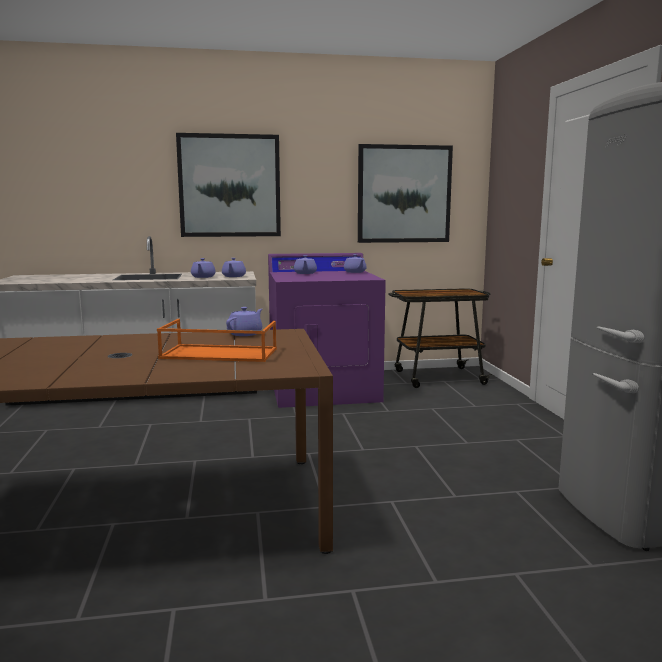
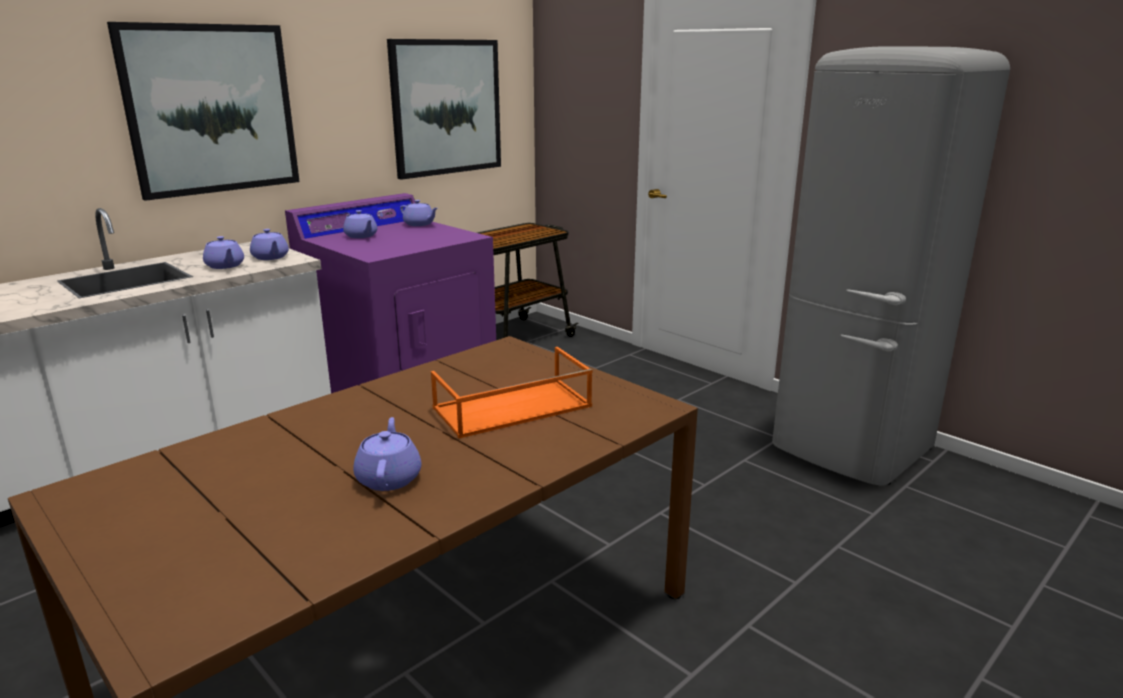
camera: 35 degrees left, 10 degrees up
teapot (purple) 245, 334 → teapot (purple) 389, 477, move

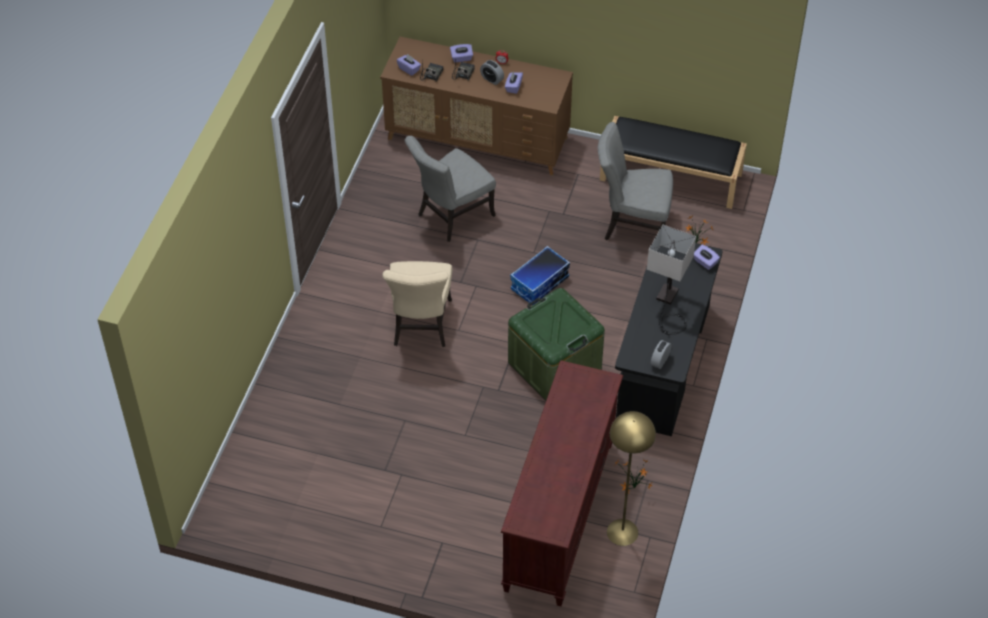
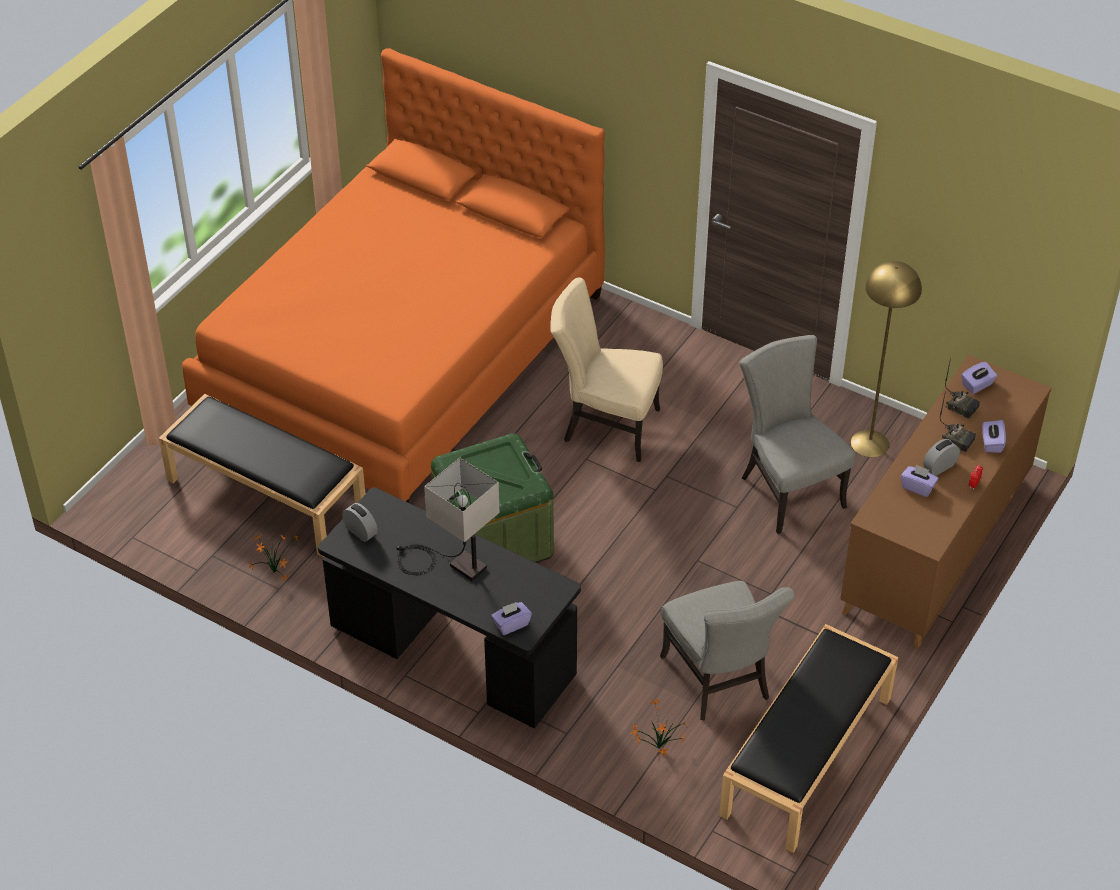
camera: 105 degrees right, 5 degrees down
dresser (red) 560, 516 → bench (black) 267, 495
storage box 540, 284 → -
chair (grey) 631, 224 → chair (grey) 719, 682, 135 degrees clockwise
floor lamp (yellow) 622, 532 → floor lamp (yellow) 869, 443, move
- → bed (orange) 403, 353

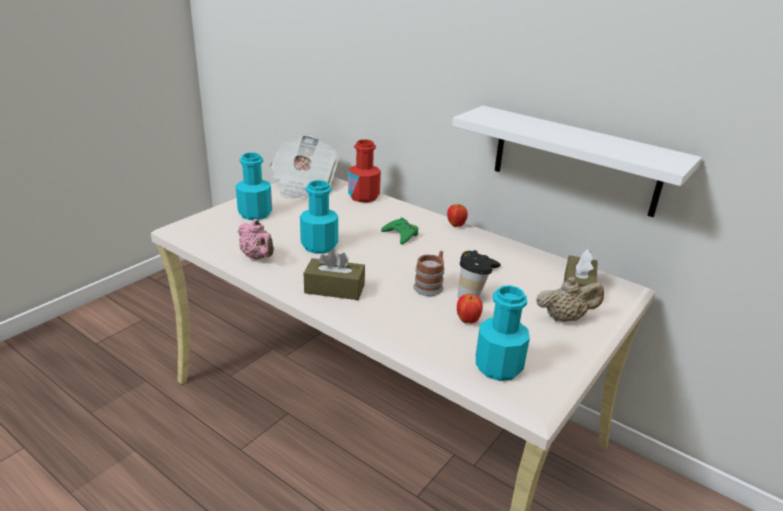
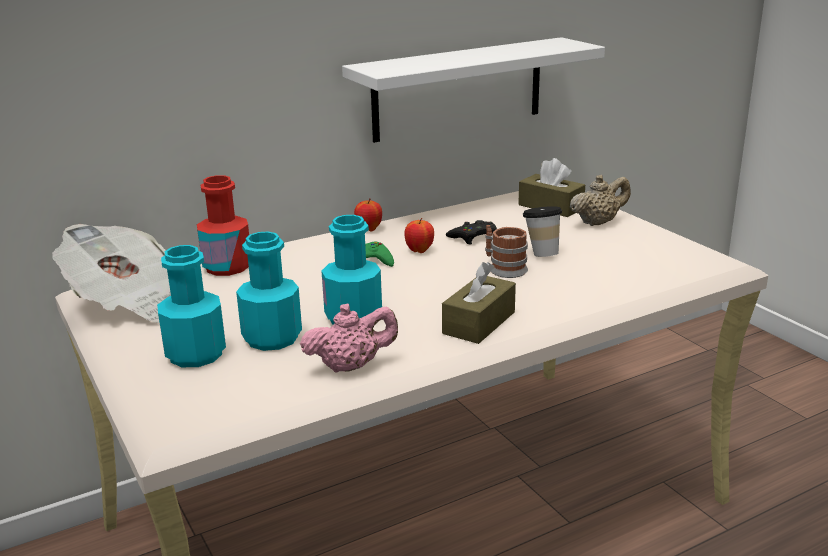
camera: 65 degrees left, 5 degrees down
apple 467, 320 → apple 419, 251, move
bottle (turquoise) 498, 367 → bottle (turquoise) 272, 338, move
teapot (beige) 565, 318 → teapot (beige) 598, 222, 45 degrees clockwise

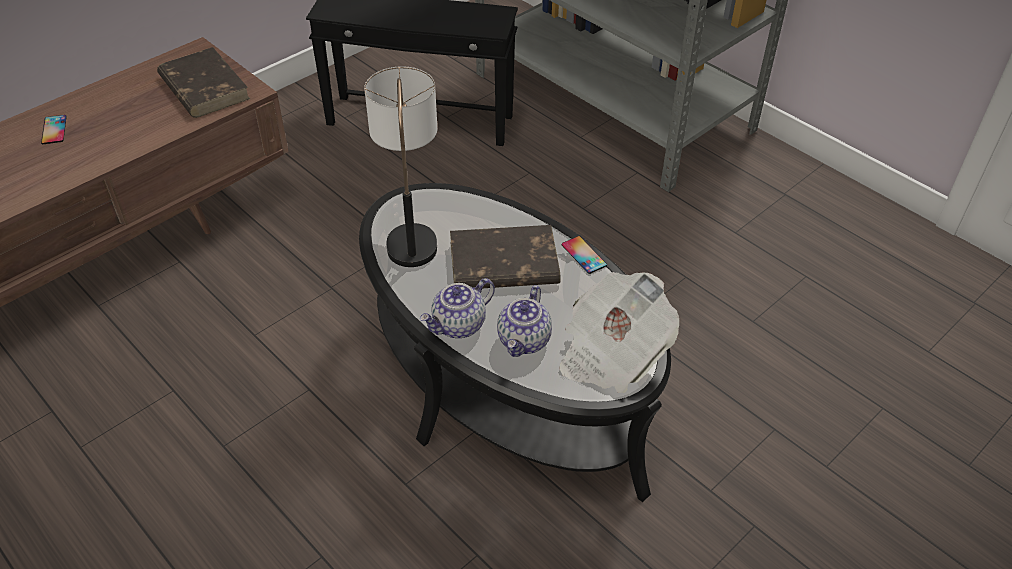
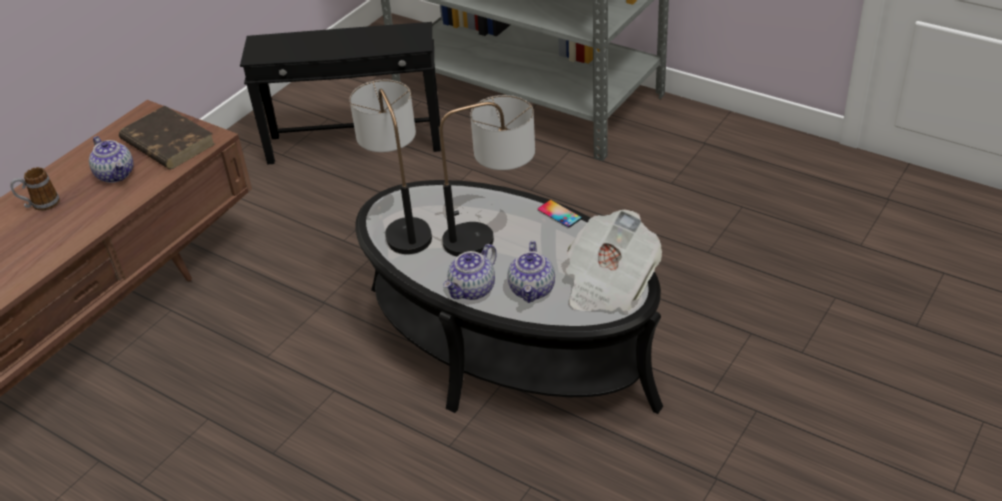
camera: 10 degrees left, 5 degrees down
phone 54, 130 → mug 40, 205
book (brown) 502, 264 → table lamp 492, 235
- → teapot 116, 174

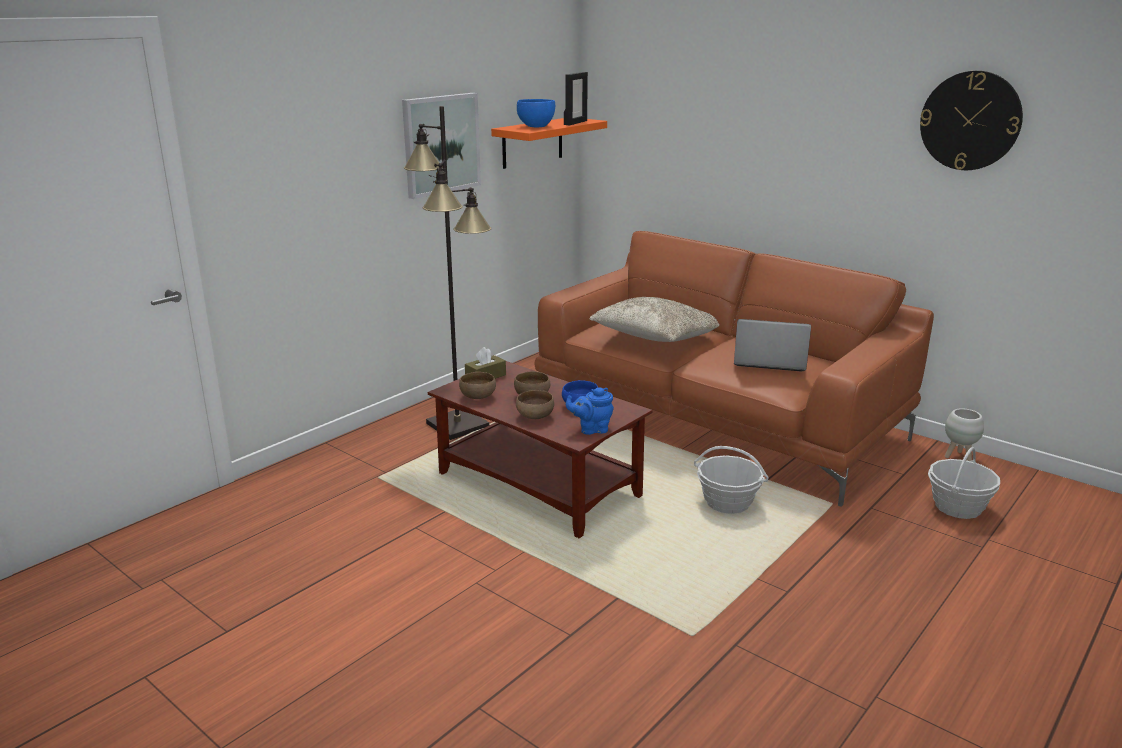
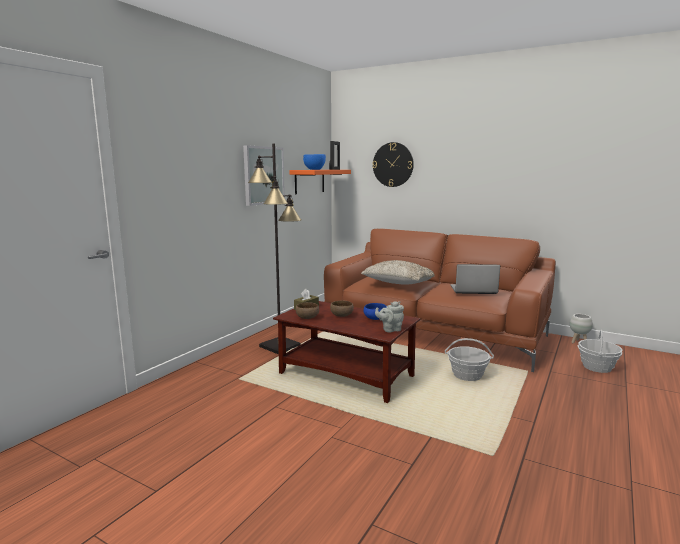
camera: 10 degrees left, 10 degrees down
bowl (brown) 534, 417 → -
teapot (blue) 591, 429 → teapot (grey) 390, 329
wall clock 970, 121 → wall clock 393, 164, move

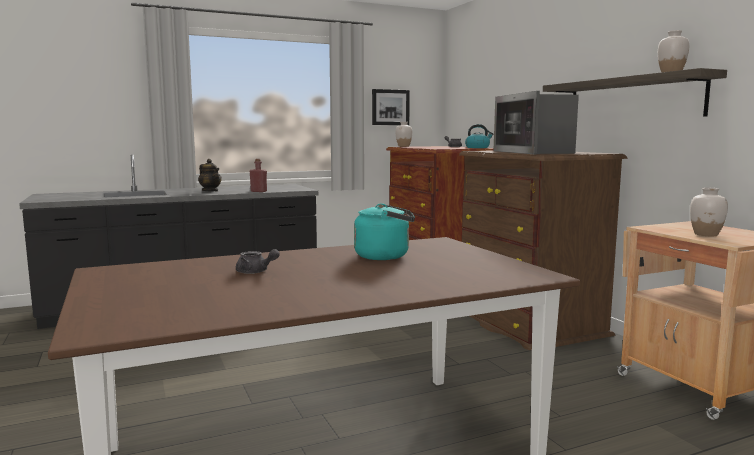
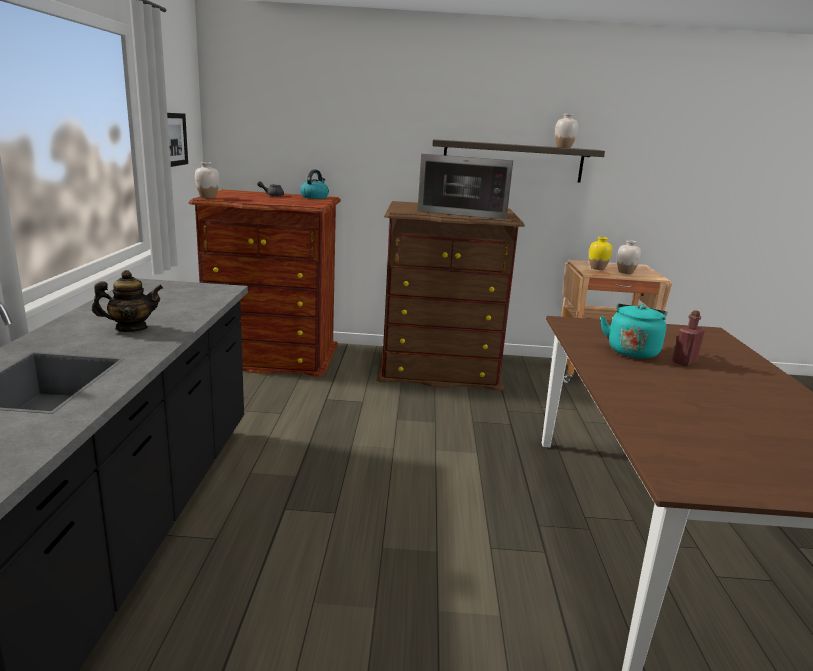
camera: 65 degrees left, 10 degrees up
teapot (grey) 255, 272 → -
bottle (red) 258, 191 → bottle (red) 684, 362, move
- → vase (yellow) 597, 268

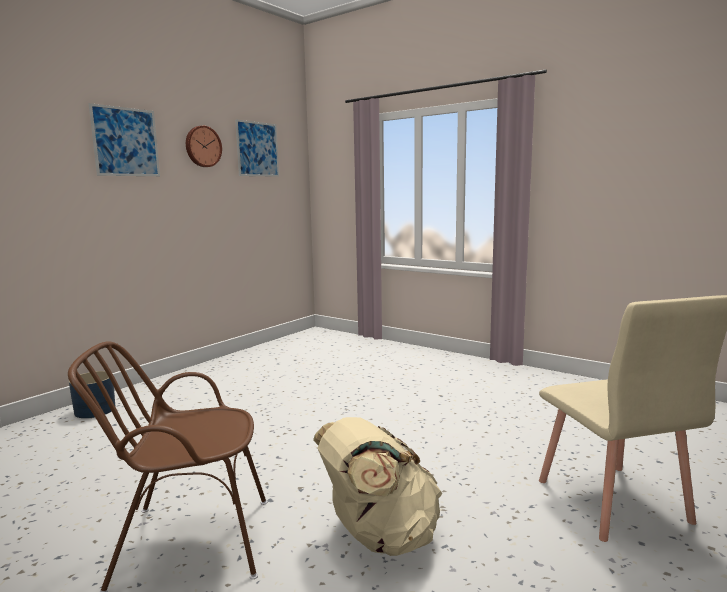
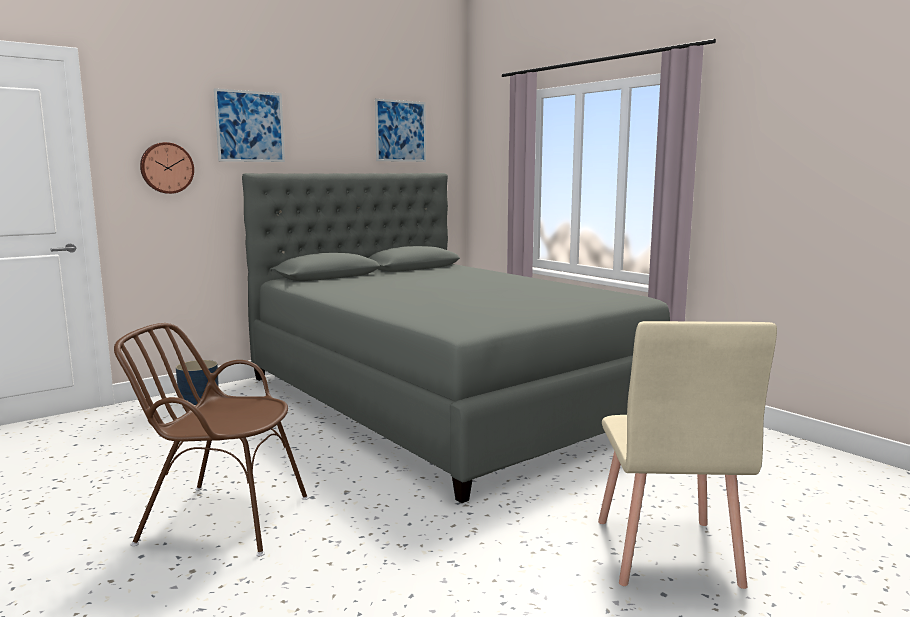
camera: 15 degrees right, 0 degrees up
wall clock 202, 146 → wall clock 166, 168, move
backpack (beige) 379, 537 → -
- → bed (grey) 447, 398

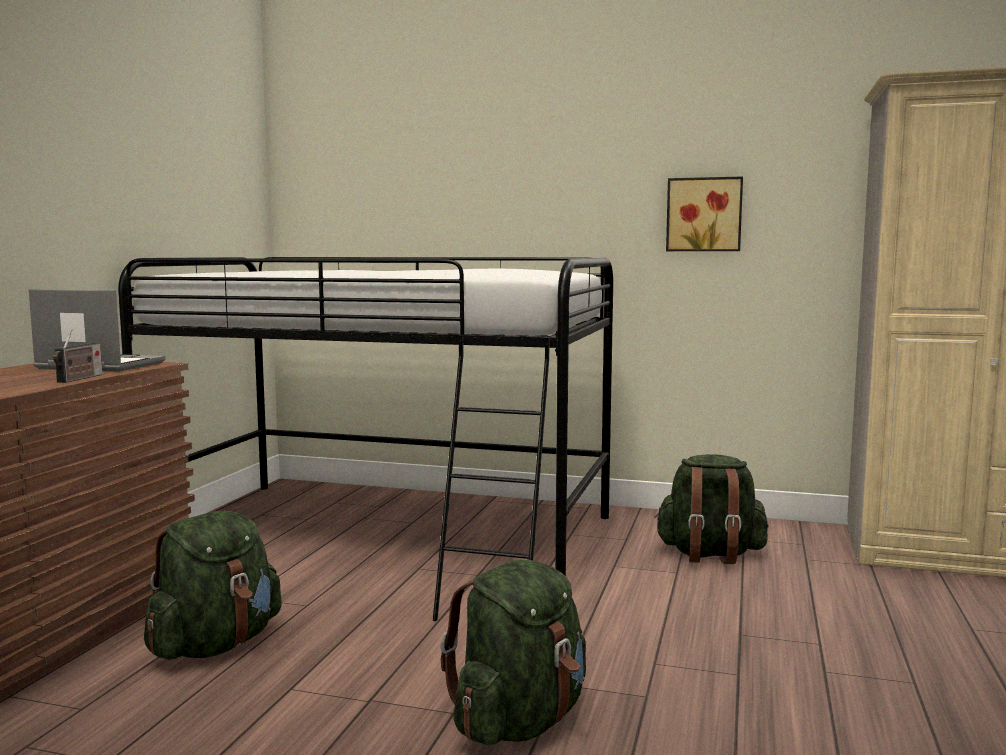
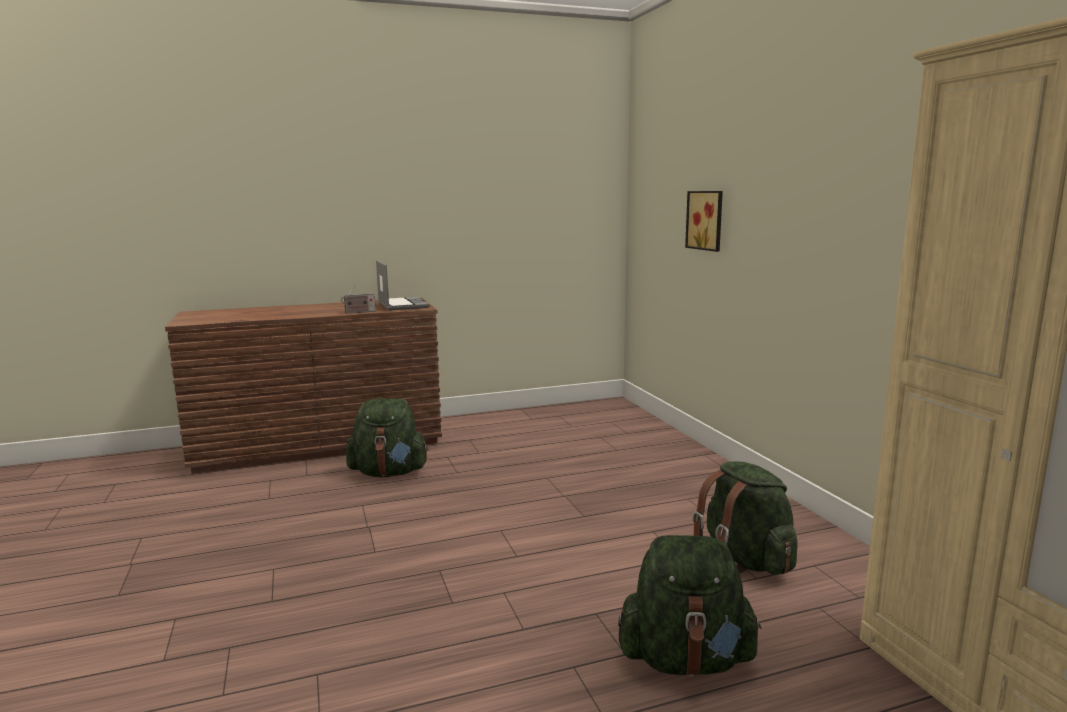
camera: 55 degrees right, 5 degrees up
bed (black) 388, 534 → -
backpack (green) 519, 721 → backpack (green) 686, 660, move
picture 704, 214 → picture 706, 220, move

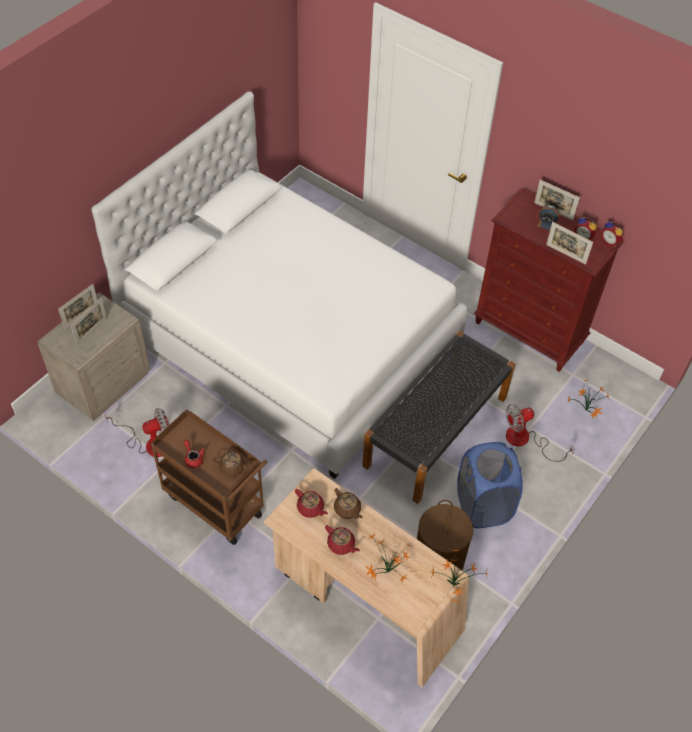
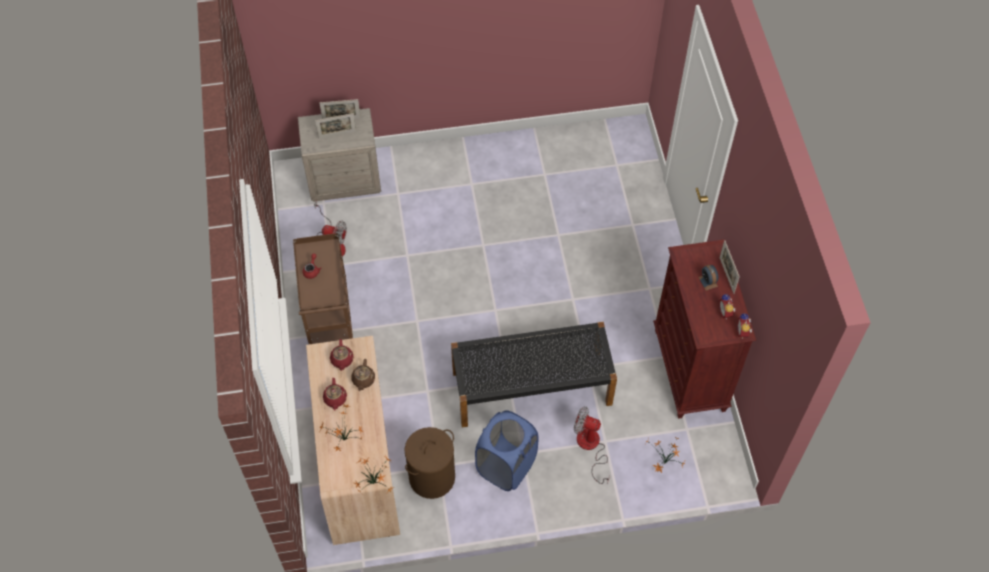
camera: 45 degrees right, 5 degrees up
bed (white) 291, 338 → -
teapot (brown) 233, 468 → -
picture frame 565, 254 → -

